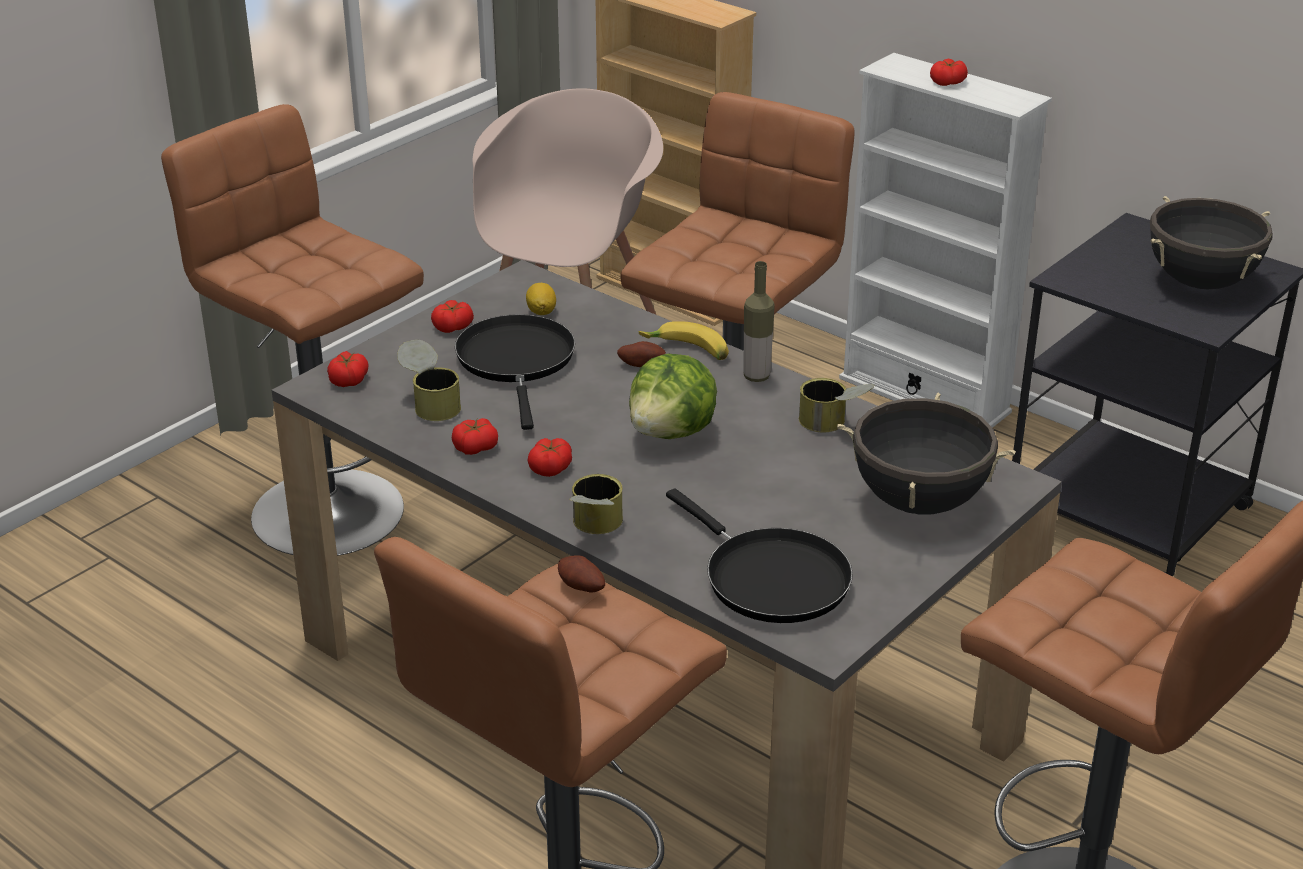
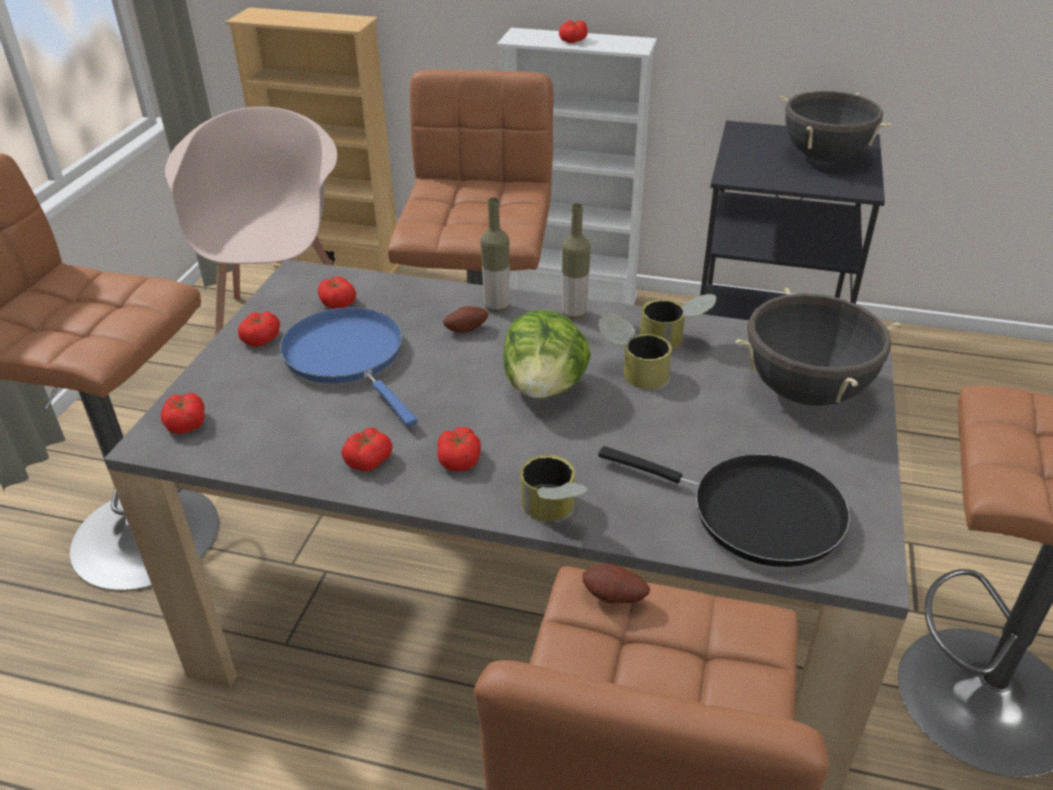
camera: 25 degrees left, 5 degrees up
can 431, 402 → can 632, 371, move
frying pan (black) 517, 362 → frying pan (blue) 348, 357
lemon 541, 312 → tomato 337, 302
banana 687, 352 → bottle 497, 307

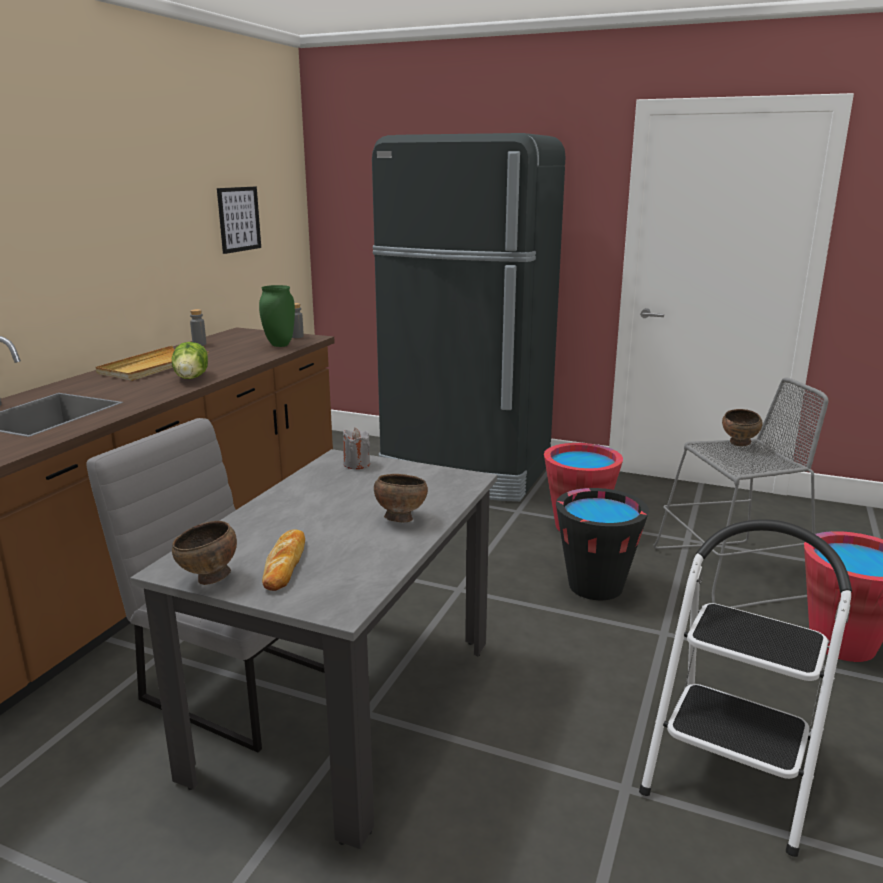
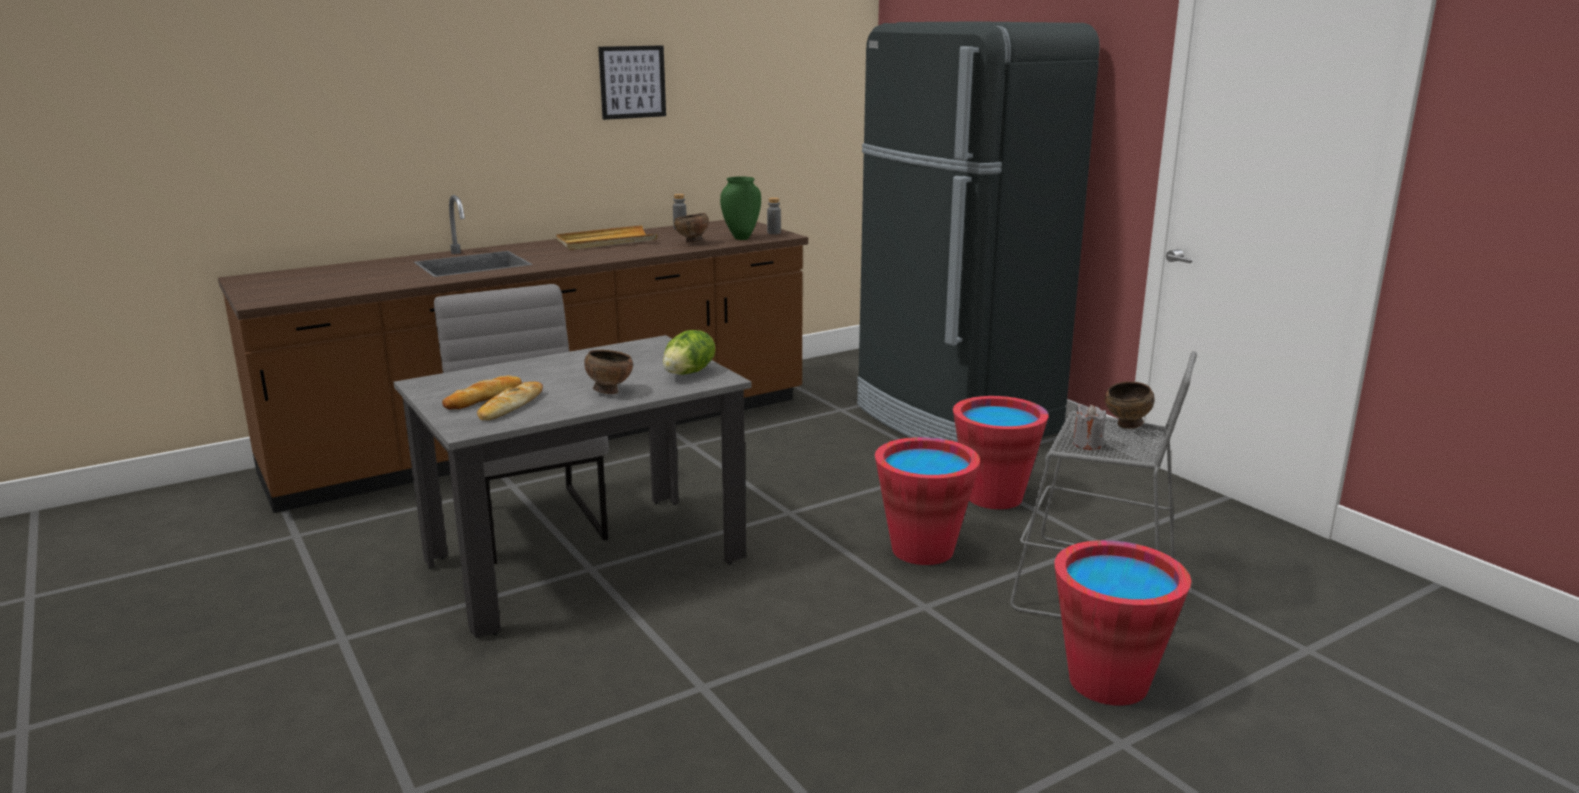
camera: 35 degrees right, 0 degrees up
lettuce 192, 377 → lettuce 689, 372, move
bowl (brown) 209, 579 → bowl (brown) 692, 243, move
picture 239, 219 → picture 632, 82, move
candle (grey) 356, 464 → candle (grey) 1087, 444, move
bucket (black) 595, 586 → bucket (red) 922, 550
step ladder 737, 762 → -
- → bread 511, 406

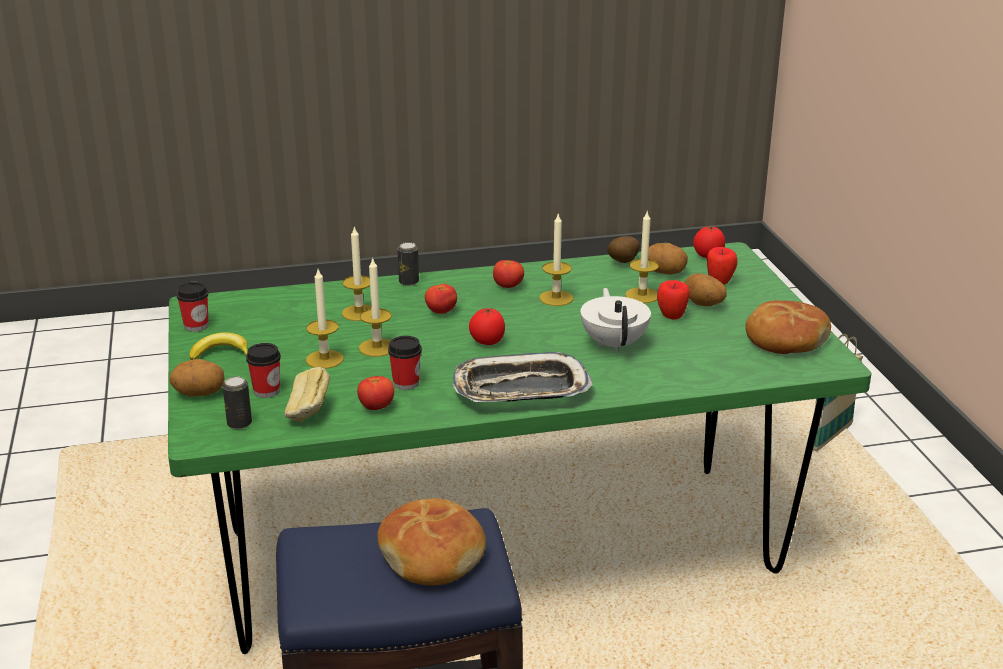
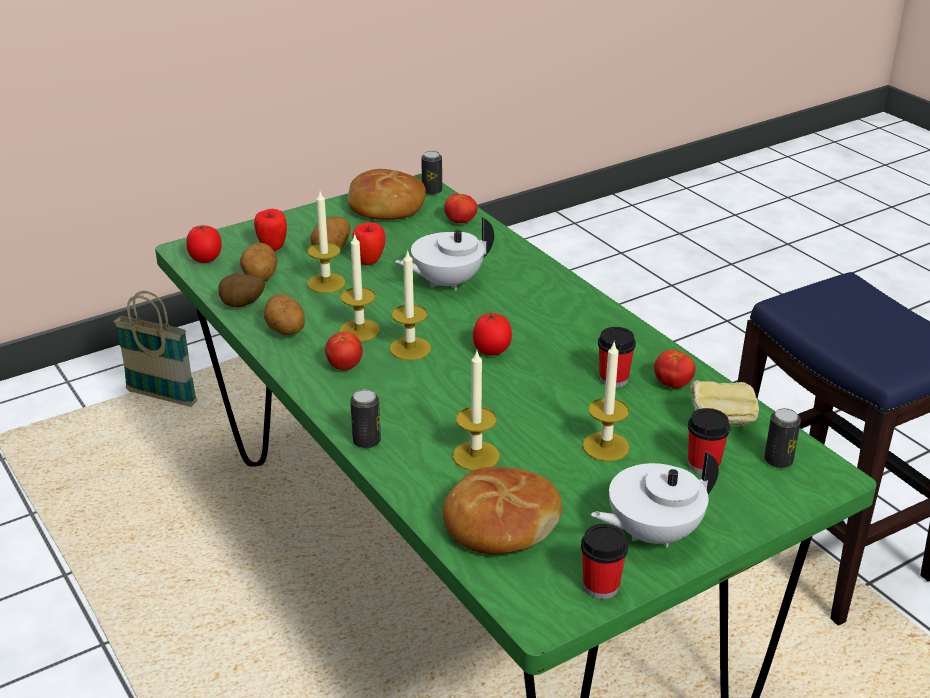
camera: 110 degrees left, 5 degrees up
potato 199, 394 → potato 285, 331, move
banana 221, 353 → teapot (white) 652, 533
candle 377, 347 → candle 410, 348, move
bread 433, 555 → bread 500, 524, move
tomato 441, 312 → tomato 460, 222, move
tray 520, 389 → -
- → can 432, 191

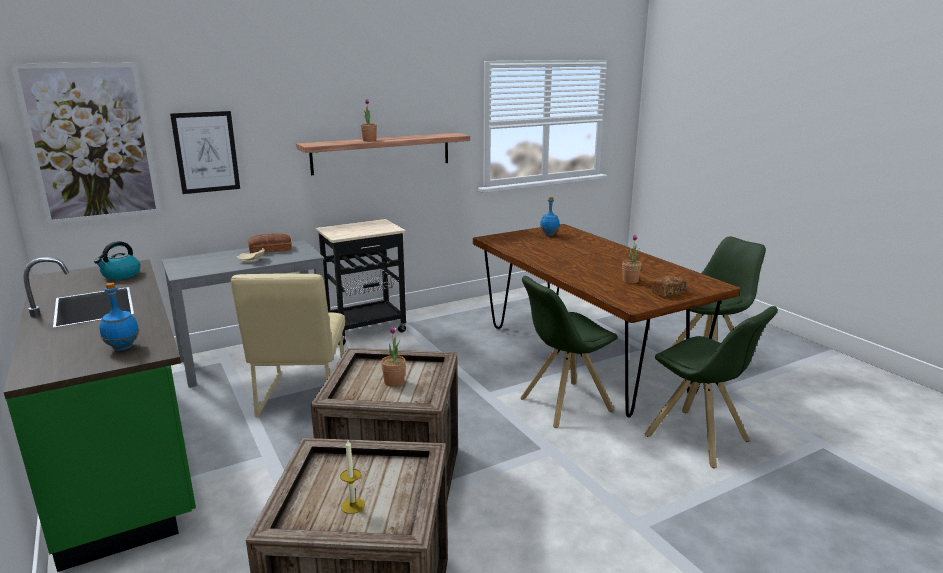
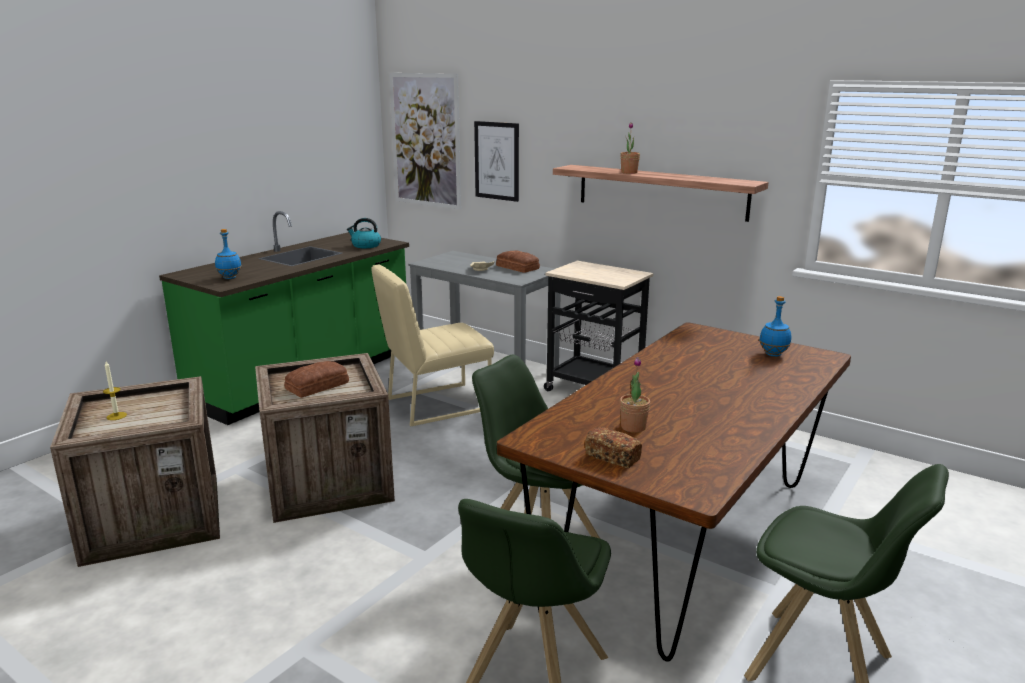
camera: 65 degrees right, 0 degrees up
potted plant 394, 382 → bread 318, 386

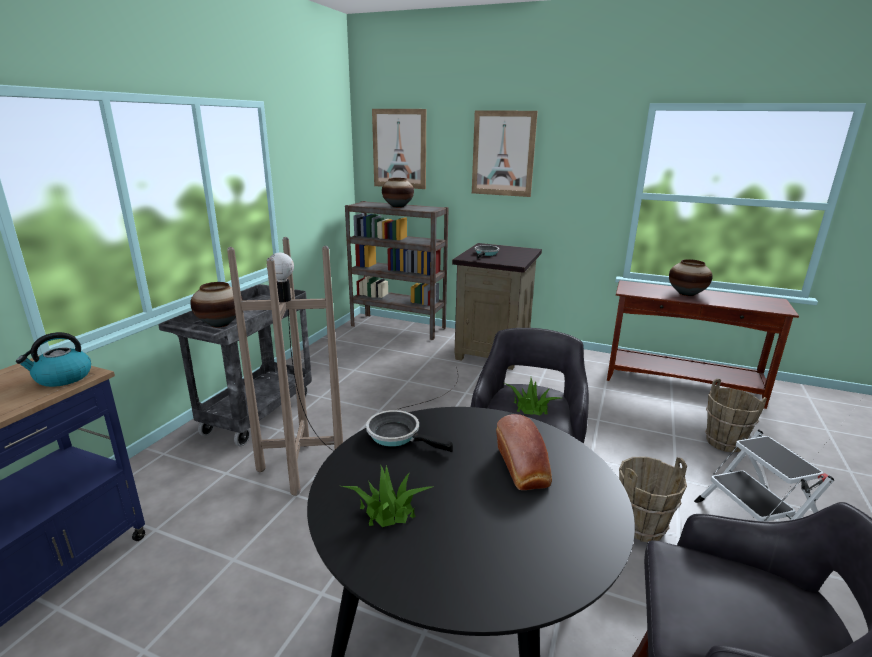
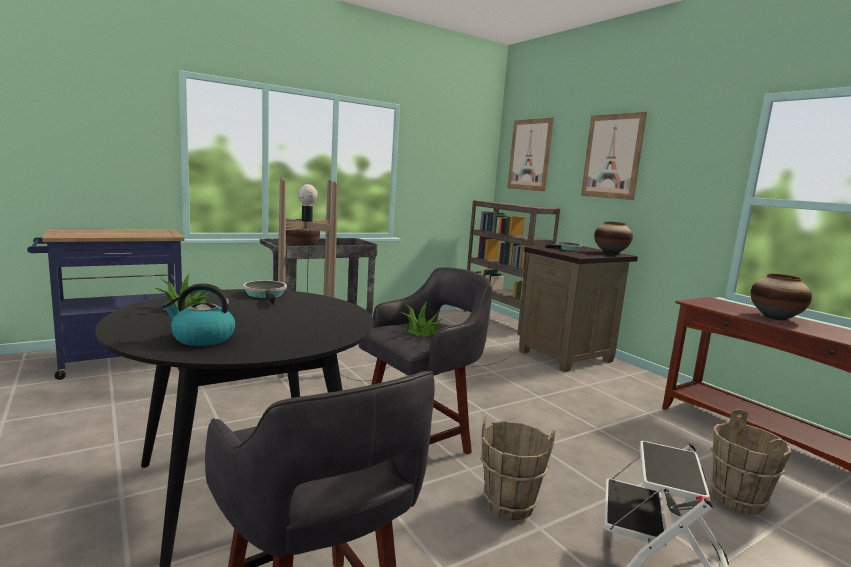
camera: 35 degrees right, 10 degrees down
kettle 62, 378 → kettle 202, 338, move
vase 398, 206 → vase 610, 253, move
bread 523, 468 → -

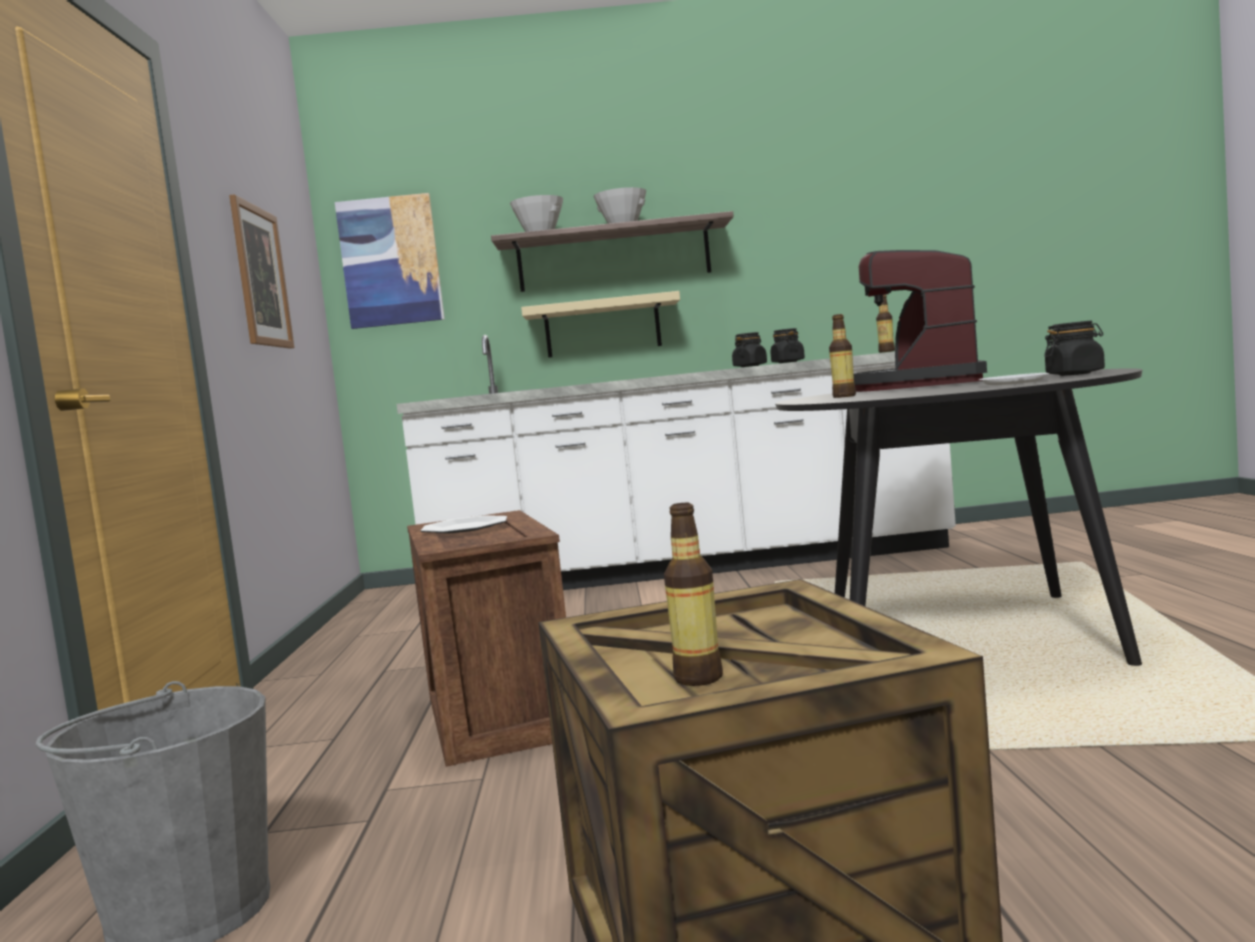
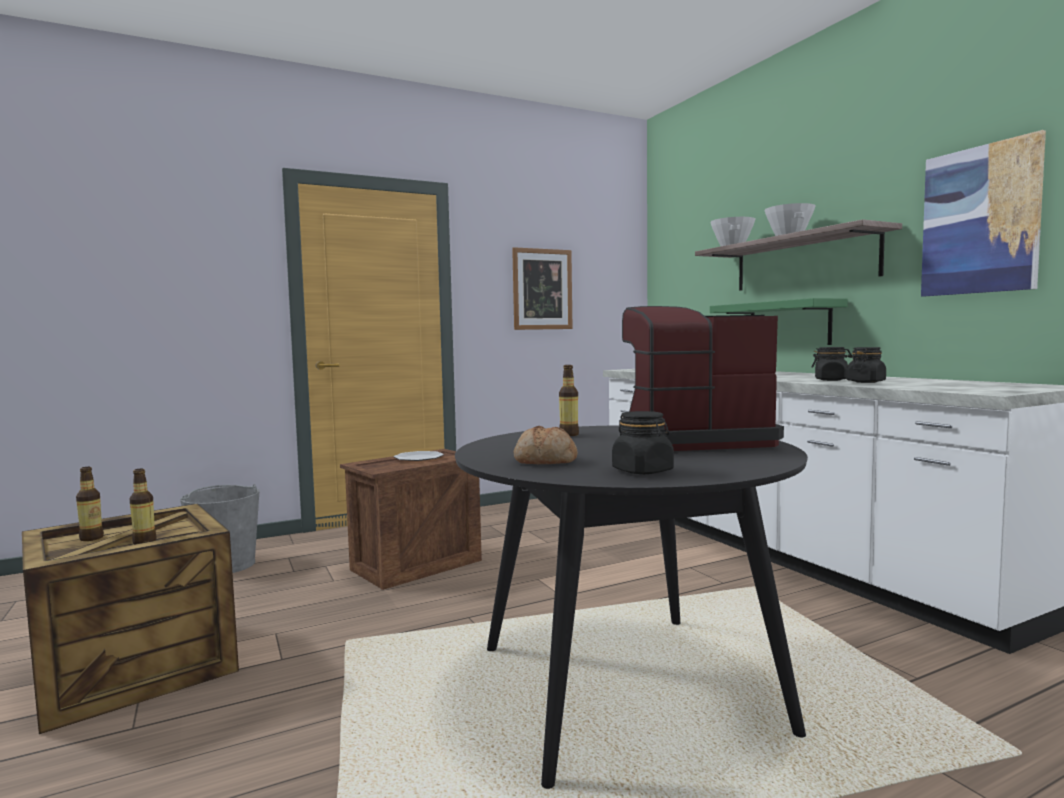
camera: 65 degrees right, 0 degrees up
picture 390, 261 → picture 979, 220, move
shelf (beige) 602, 327 → shelf (green) 789, 323
bottle 886, 351 → bottle 144, 542, move
plate (white) 1014, 383 → bread 544, 461

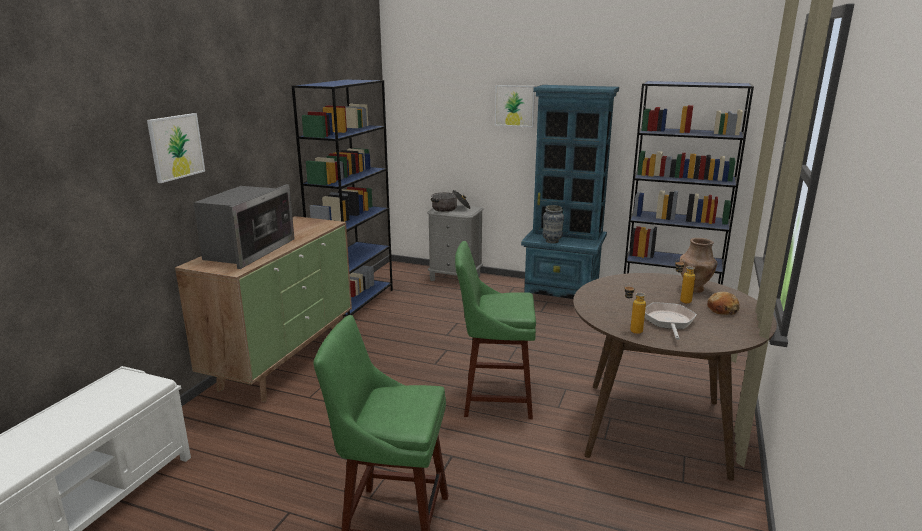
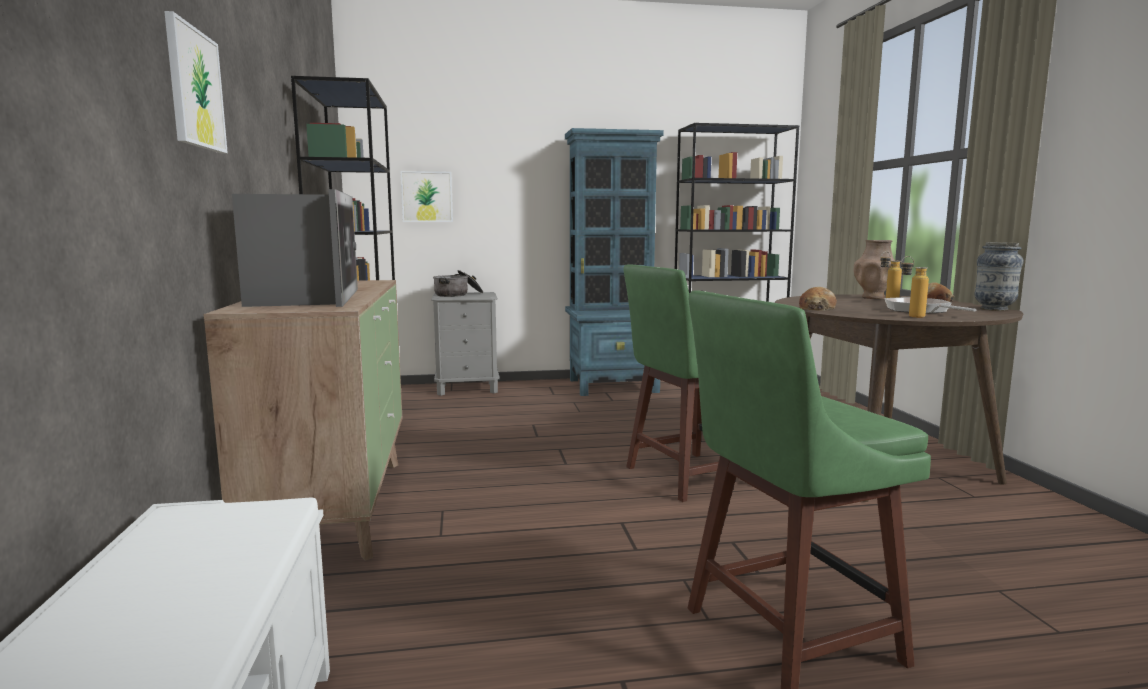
camera: 30 degrees left, 10 degrees down
picture 514, 105 → picture 427, 196, move
vase 552, 241 → vase 994, 309, move
- → bread 816, 308

